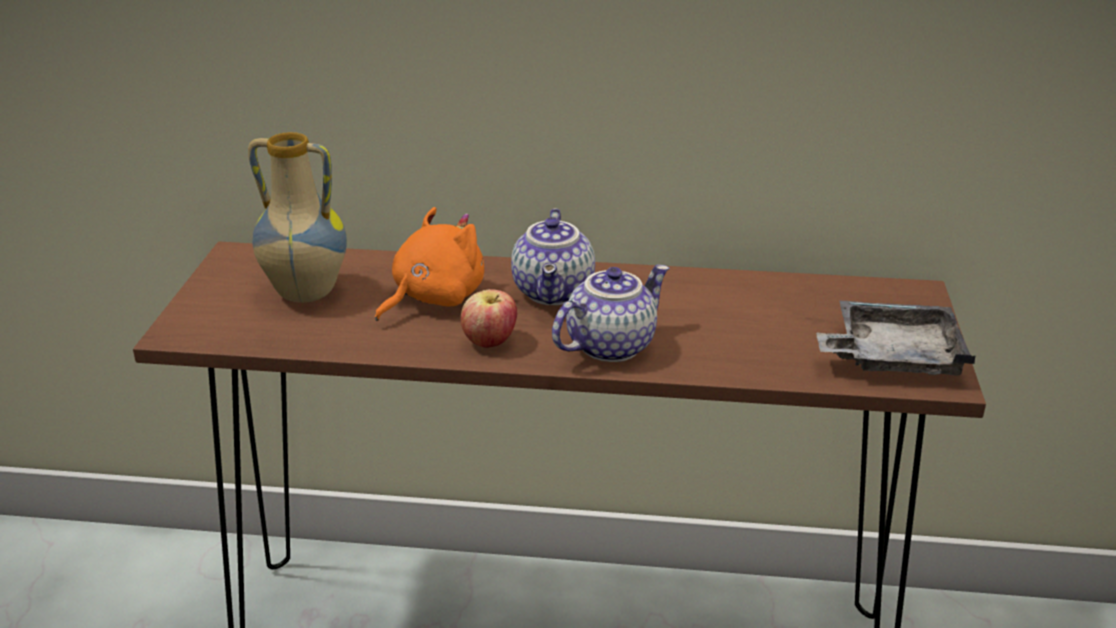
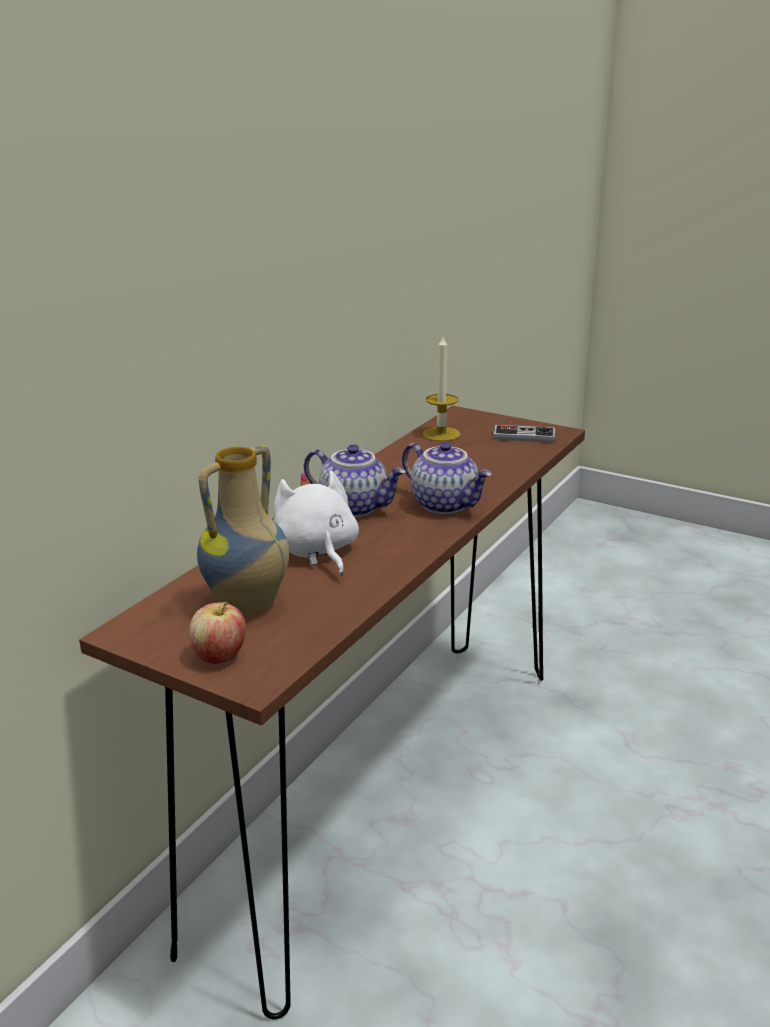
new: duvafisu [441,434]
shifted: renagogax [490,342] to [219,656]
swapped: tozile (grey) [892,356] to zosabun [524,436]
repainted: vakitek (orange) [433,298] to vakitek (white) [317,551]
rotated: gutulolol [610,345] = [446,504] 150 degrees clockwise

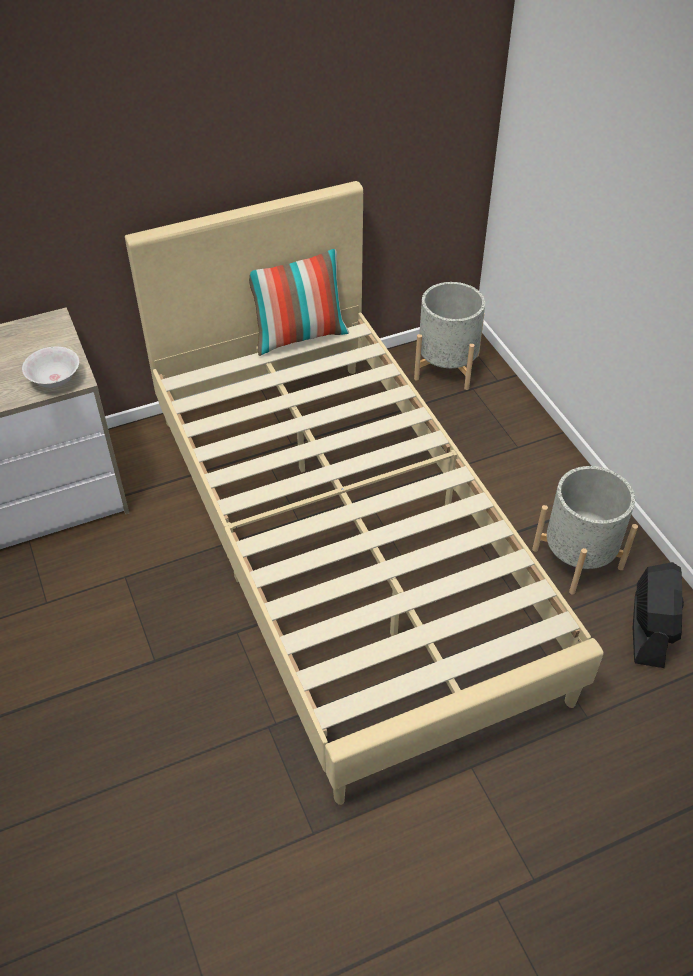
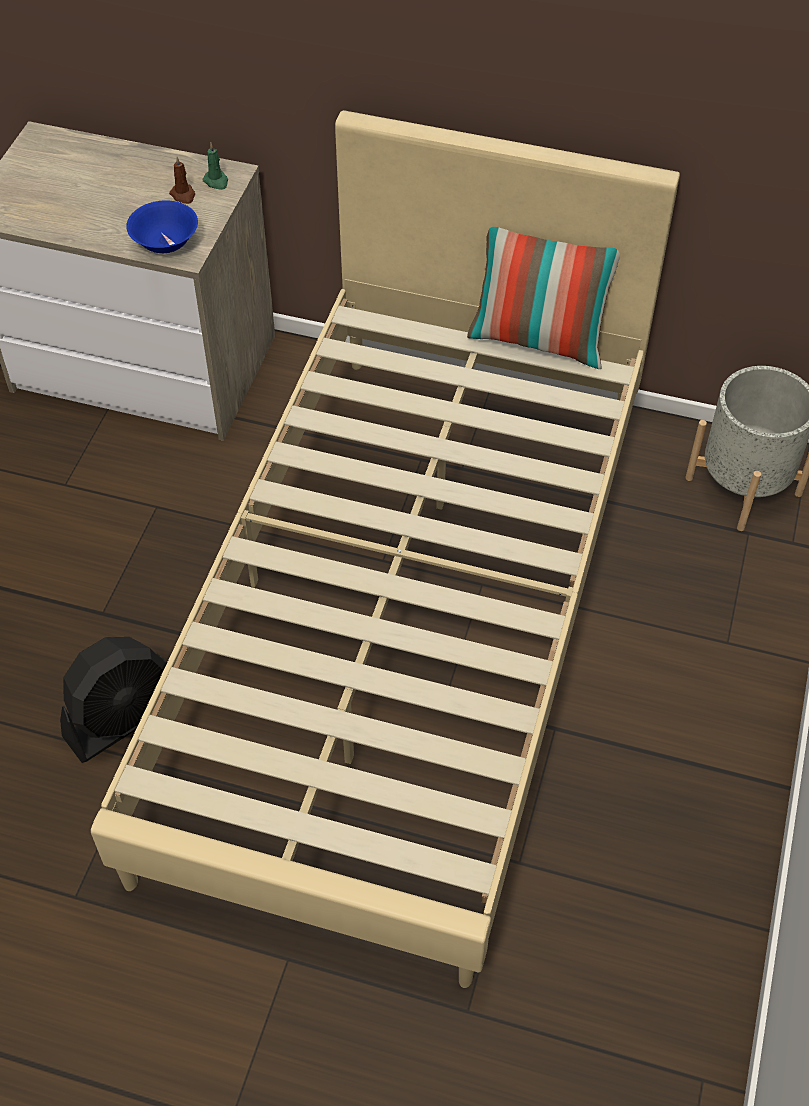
gone: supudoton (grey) [577,558]
new: duvafisu (brown) [183,195]; duvafisu (green) [216,181]
shifted: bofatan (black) [649,630] to [124,718]
repainted: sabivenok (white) [55,380] to sabivenok (blue) [165,244]

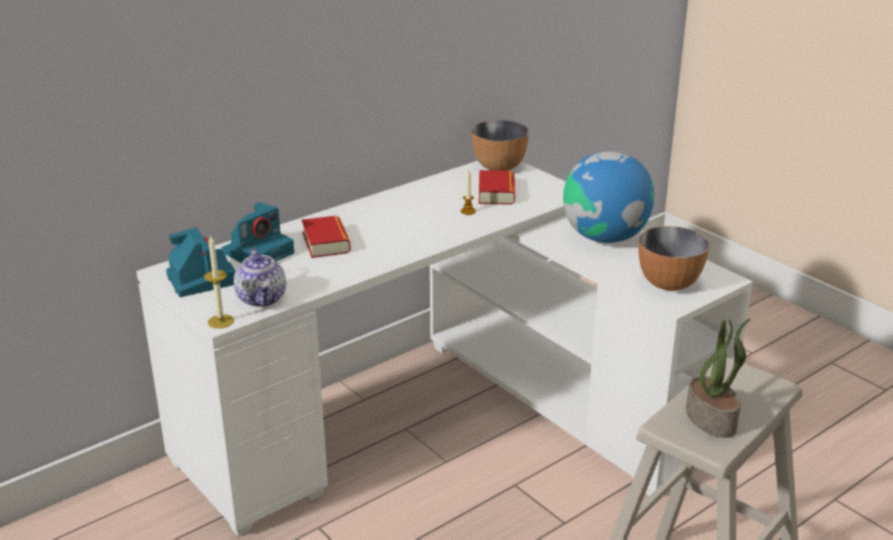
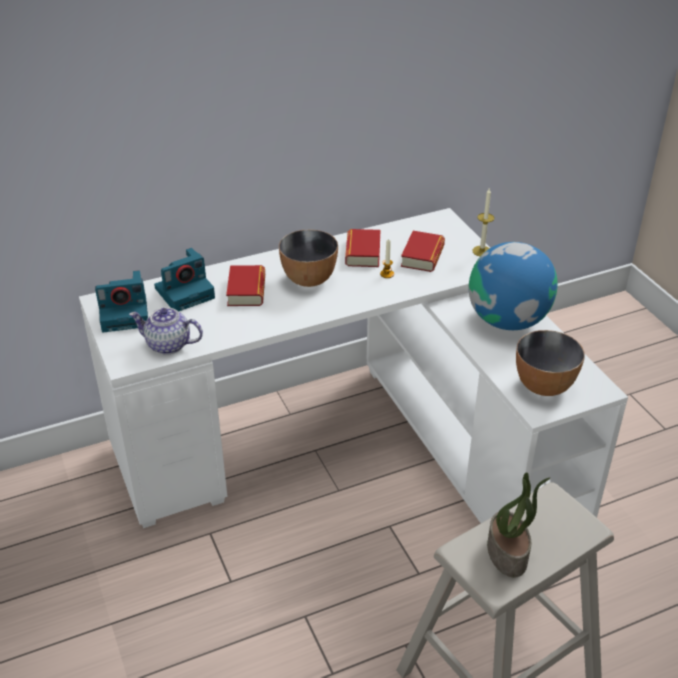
new: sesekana [363,253]
shifted: sabivenok [499,167] to [309,279]; duvafisu [220,321] to [482,251]
rotated: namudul [200,278] = [126,314] 90 degrees clockwise; gutulolol [262,299] = [168,345] 105 degrees clockwise

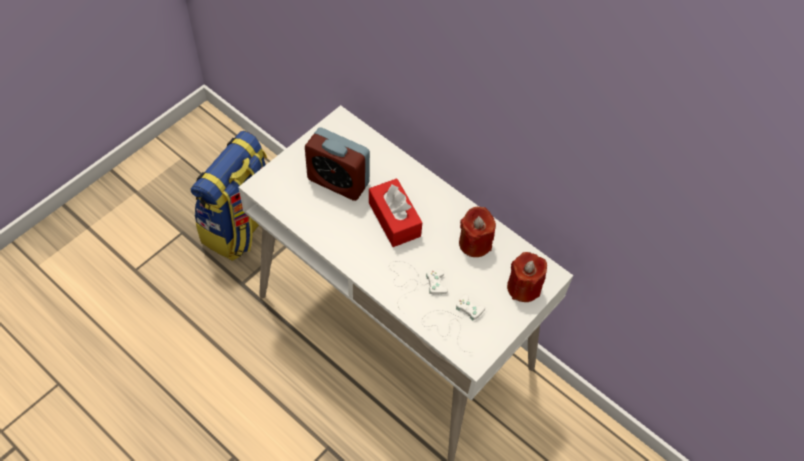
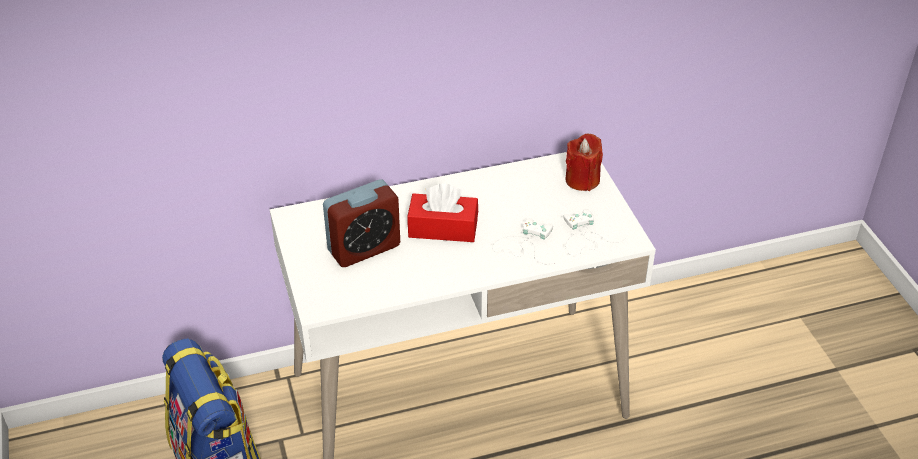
gone: duvafisu (red) [474,243]

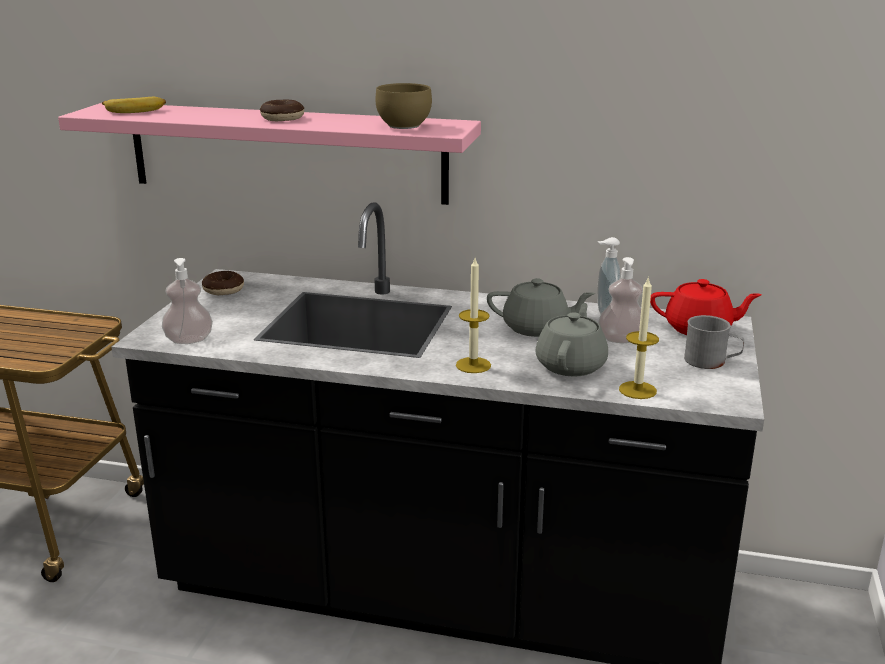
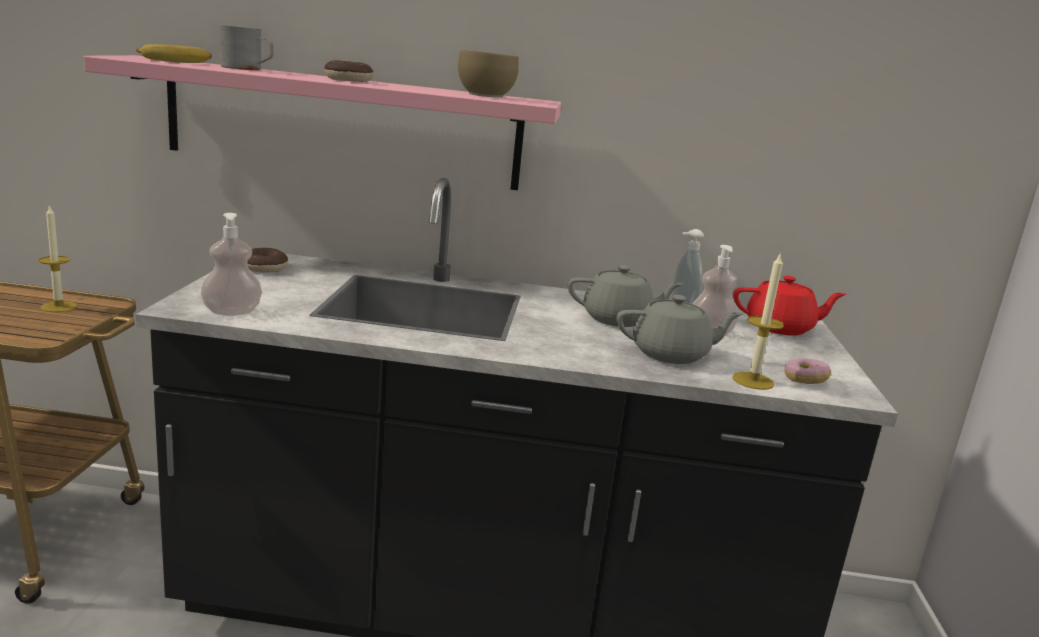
new: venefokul [805,380]
shifted: duvafisu [473,365] to [58,307]; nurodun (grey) [711,361] to [247,69]
rotated: gutulolol (grey) [571,365] = [671,354] 75 degrees clockwise

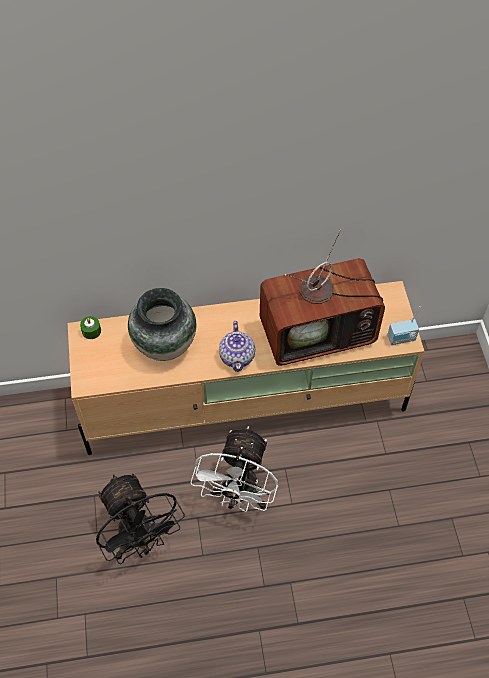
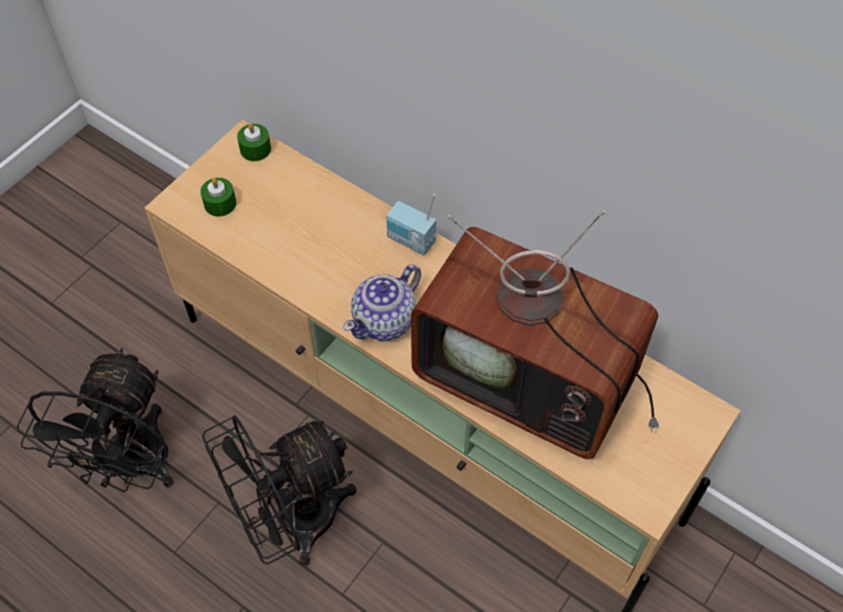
gone: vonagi [165,346]
new: duvafisu (green) [220,203]
shifted: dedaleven [401,339] to [410,241]
repainted: bofatan (white) [239,496] to bofatan (black) [292,522]

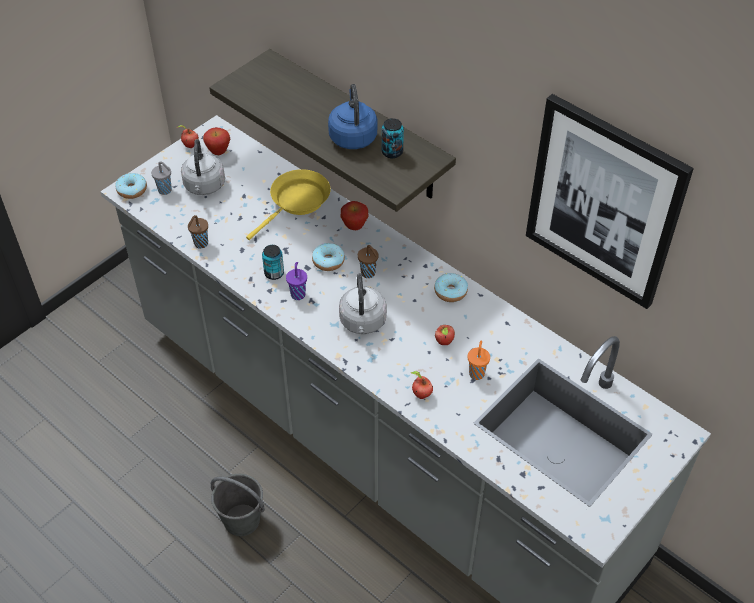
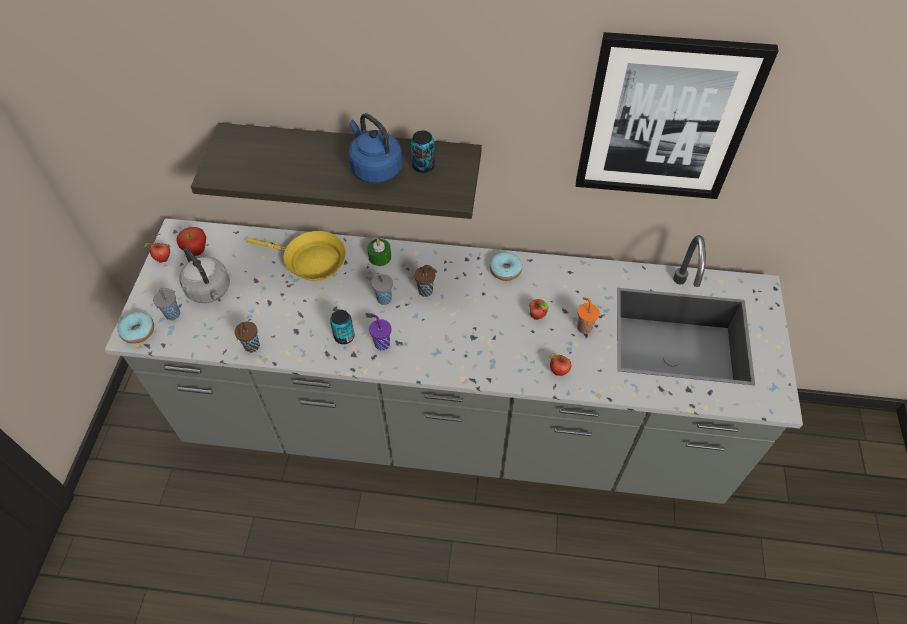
gone: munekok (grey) [242,520]; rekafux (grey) [363,323]
swapped: renagogax [354,227] to duvafisu (green) [380,257]; venefokul [328,261] to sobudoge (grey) [383,299]
rotated: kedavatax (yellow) [297,203] = [310,261] 105 degrees clockwise

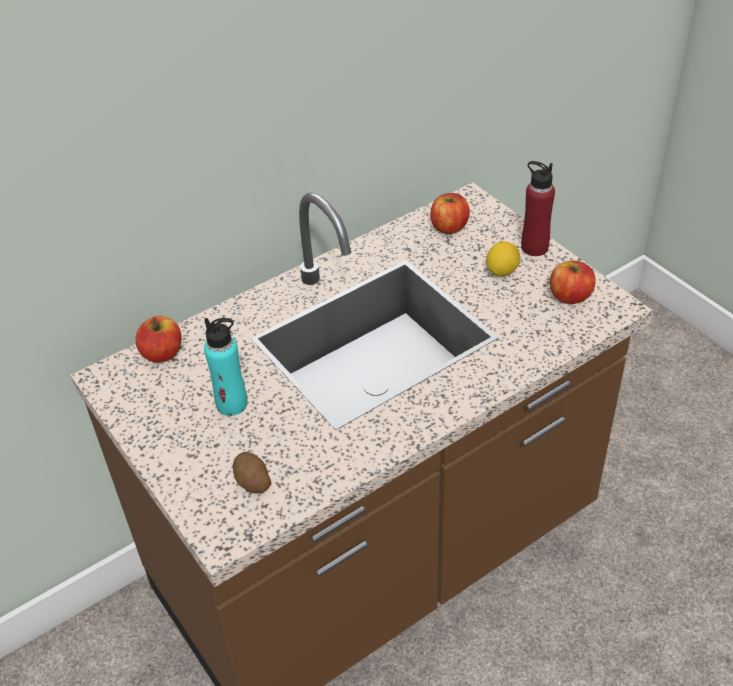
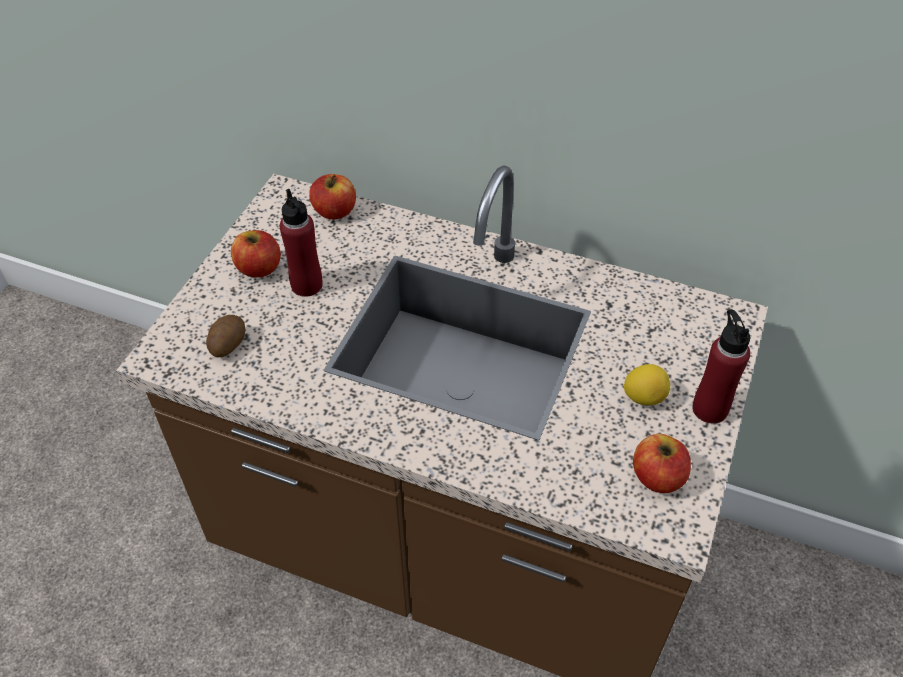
shifted: renagogax [449,227] to [259,268]
repainted: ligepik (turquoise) [232,404] to ligepik (red) [306,285]

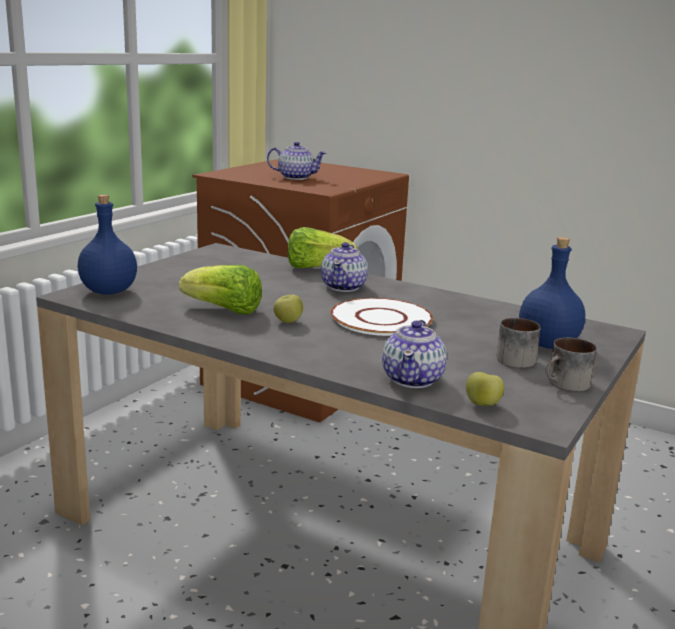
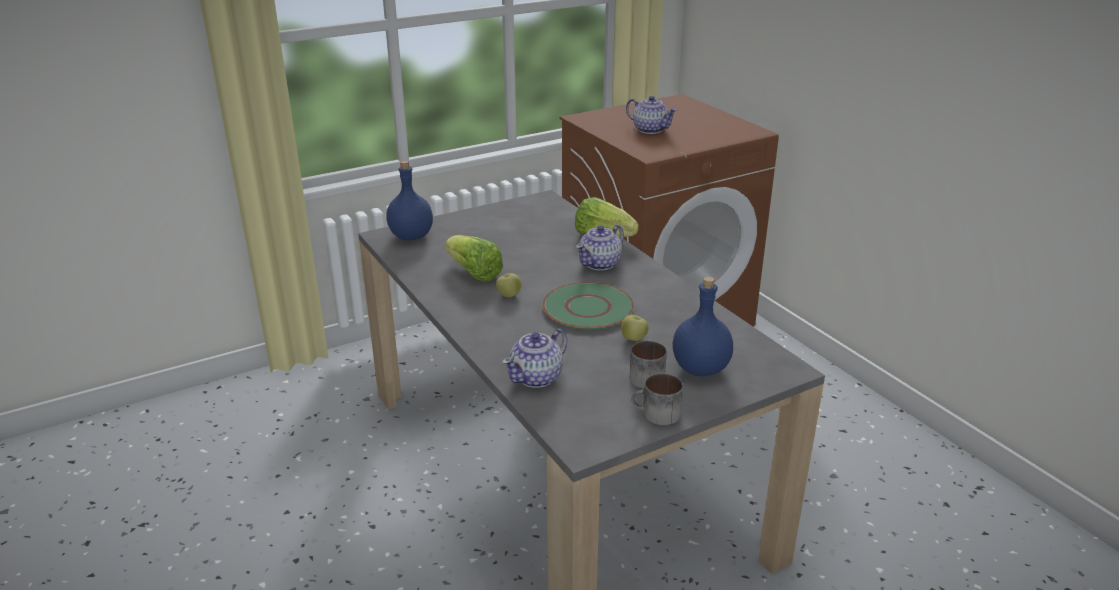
shifted: renagogax [482,405] to [633,339]
repainted: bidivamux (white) [382,319] to bidivamux (green) [588,308]

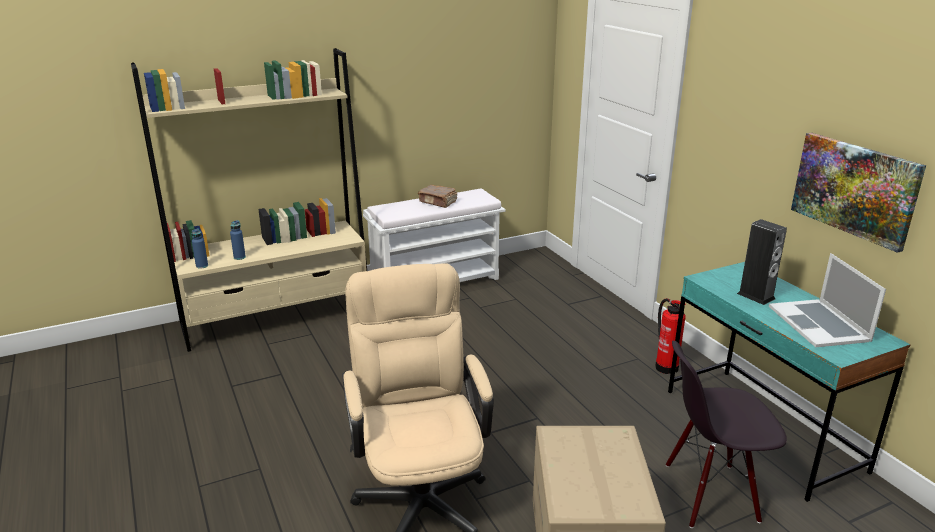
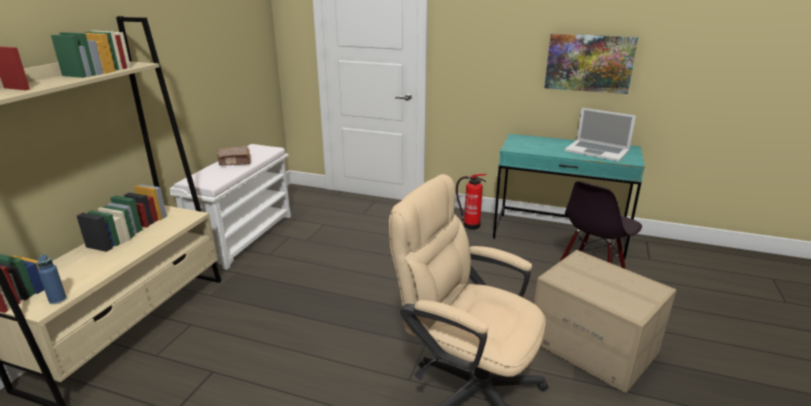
gone: ligepik (blue) [239,257]; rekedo [756,296]

